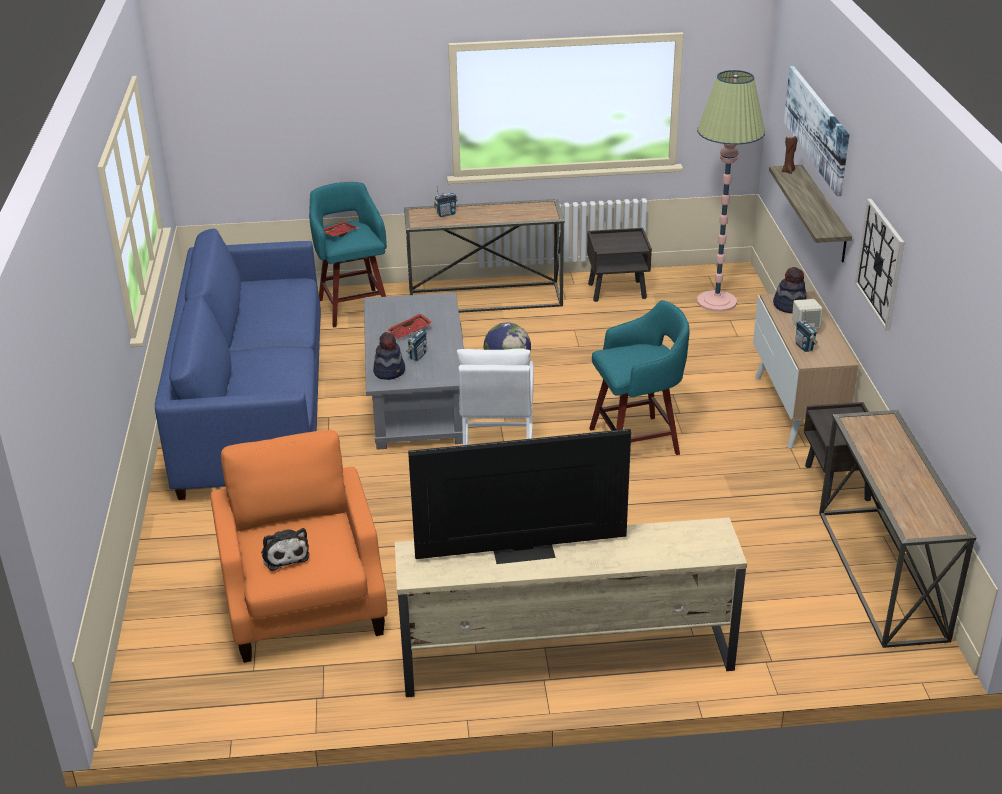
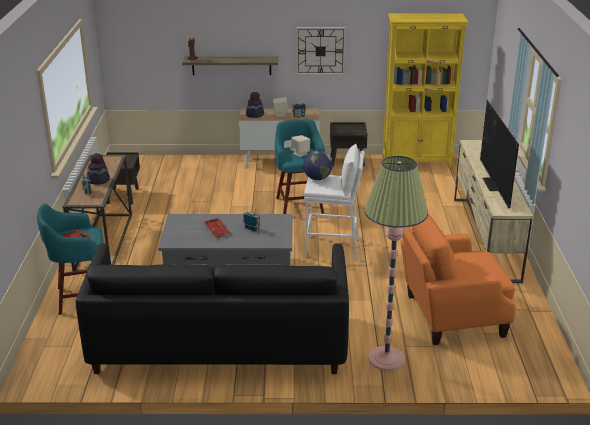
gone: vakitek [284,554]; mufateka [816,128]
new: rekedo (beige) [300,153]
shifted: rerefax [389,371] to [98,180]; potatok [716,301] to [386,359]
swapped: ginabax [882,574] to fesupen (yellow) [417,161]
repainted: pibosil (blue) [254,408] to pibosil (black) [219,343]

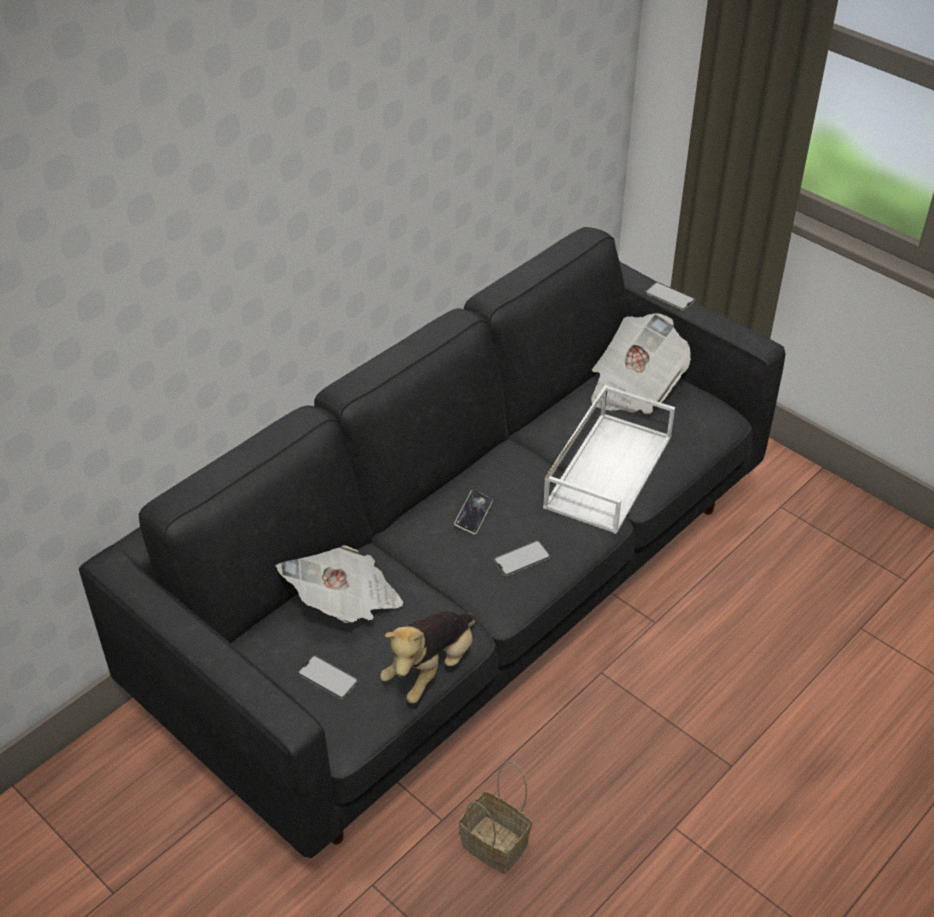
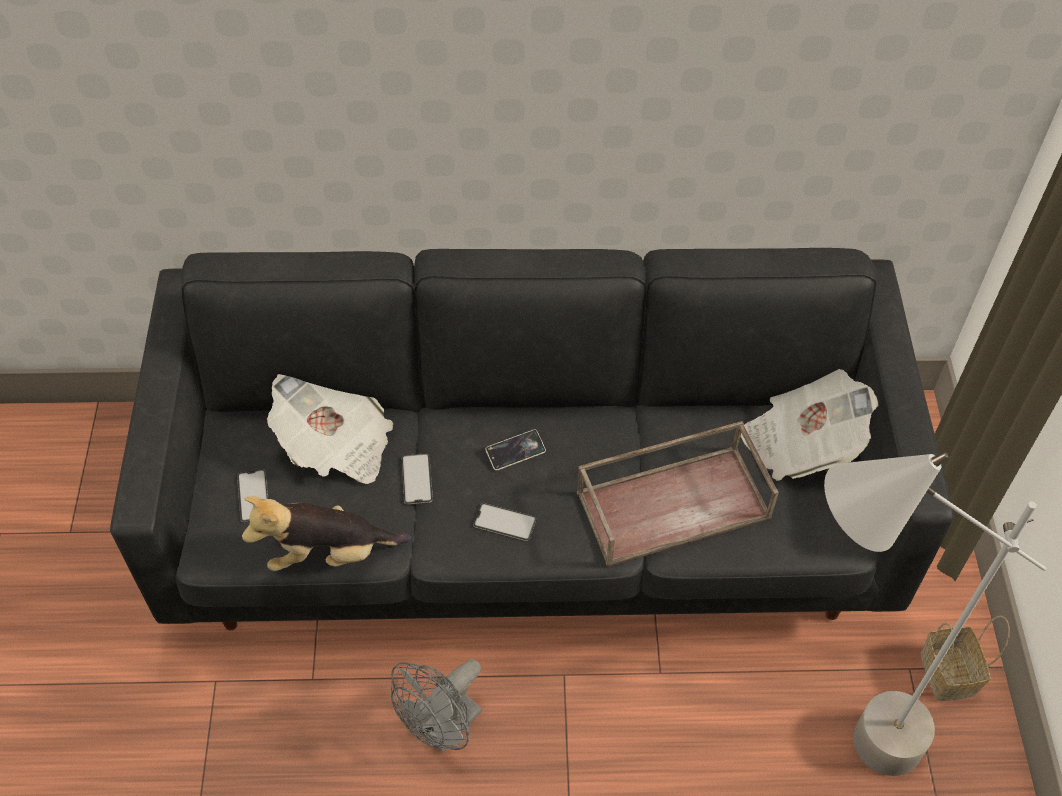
new: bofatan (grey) [443,729]; potatok (grey) [830,746]
shifted: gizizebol [669,296] to [417,479]; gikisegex [497,844] to [949,675]
repainted: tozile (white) [607,470] to tozile (brown) [674,503]

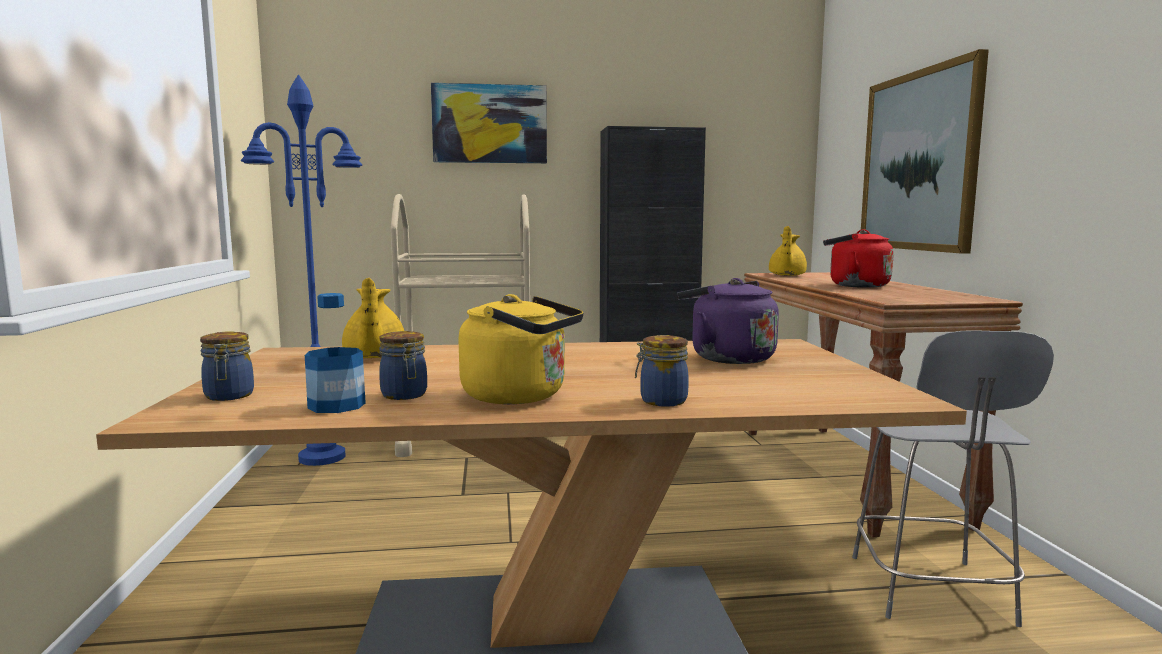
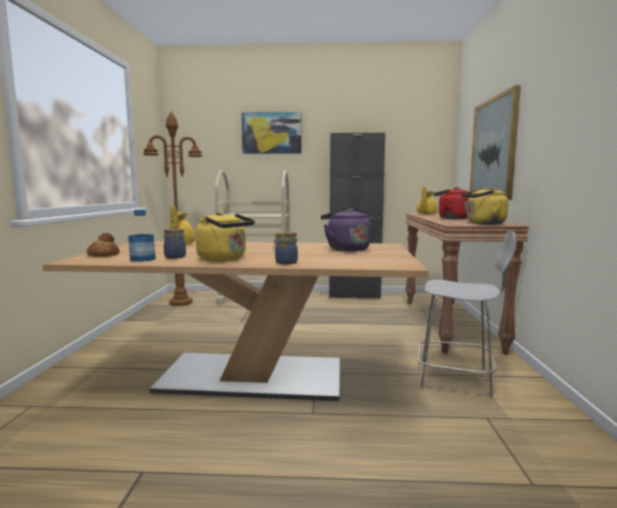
new: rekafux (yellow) [483,223]
swapped: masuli [229,396] to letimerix [103,255]
repainted: potatok (blue) [323,457] to potatok (brown) [181,302]
rotated: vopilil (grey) [931,592] = [457,379] 90 degrees counterclockwise

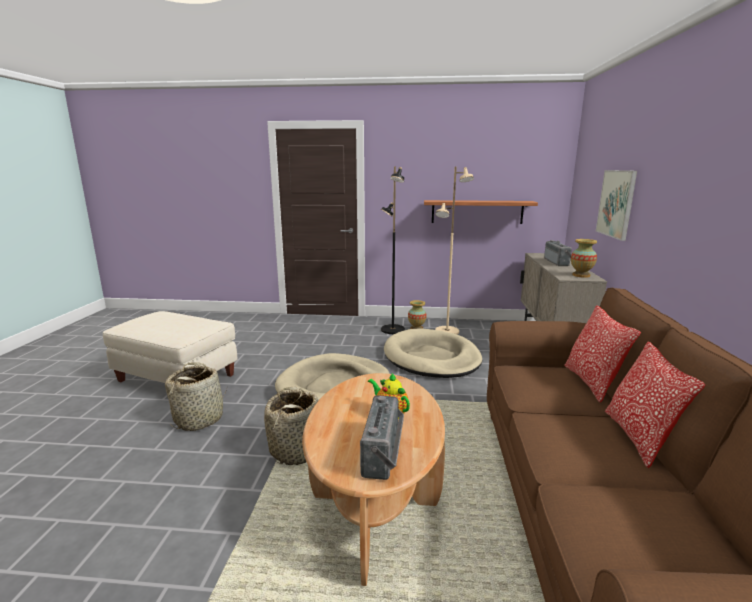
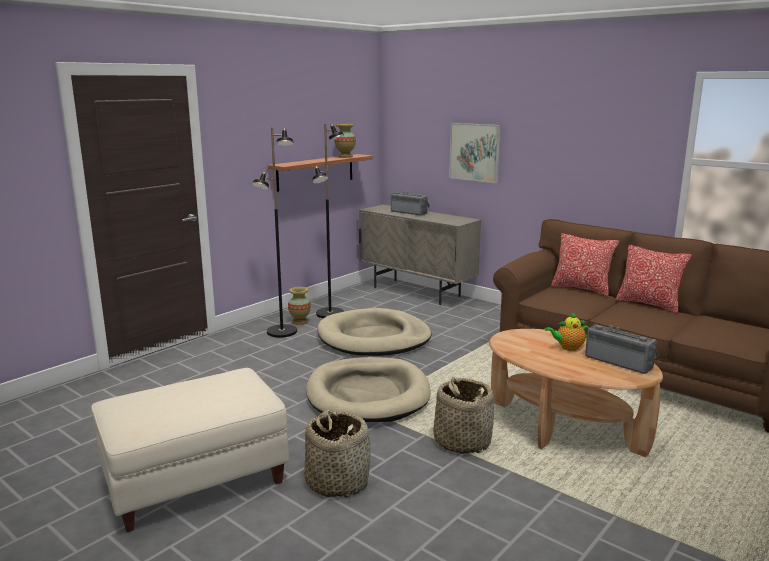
shifted: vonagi [581,275] to [345,157]
repainted: potatok (beige) [447,331] to potatok (black) [330,314]

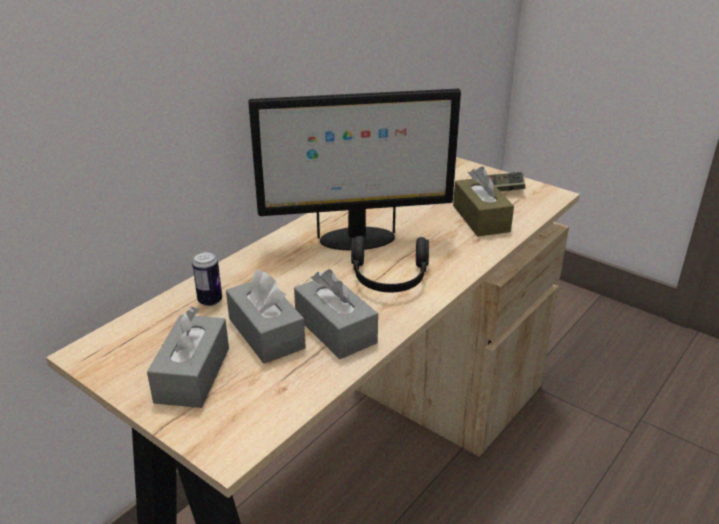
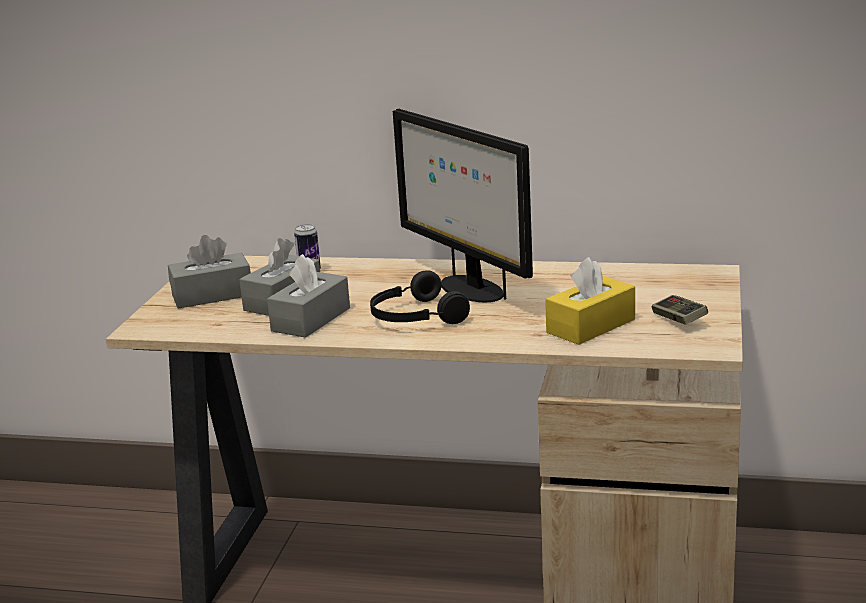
repainted: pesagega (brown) [480,218] to pesagega (yellow) [591,326]

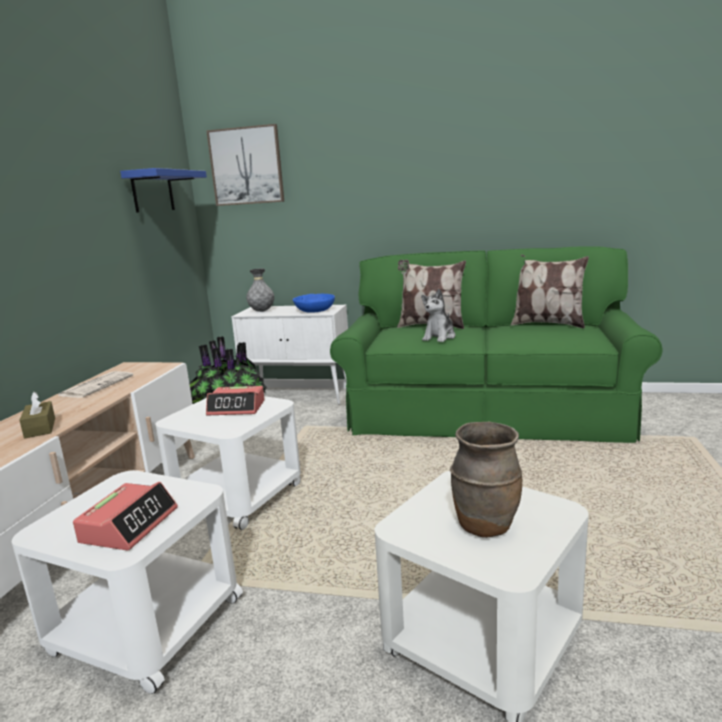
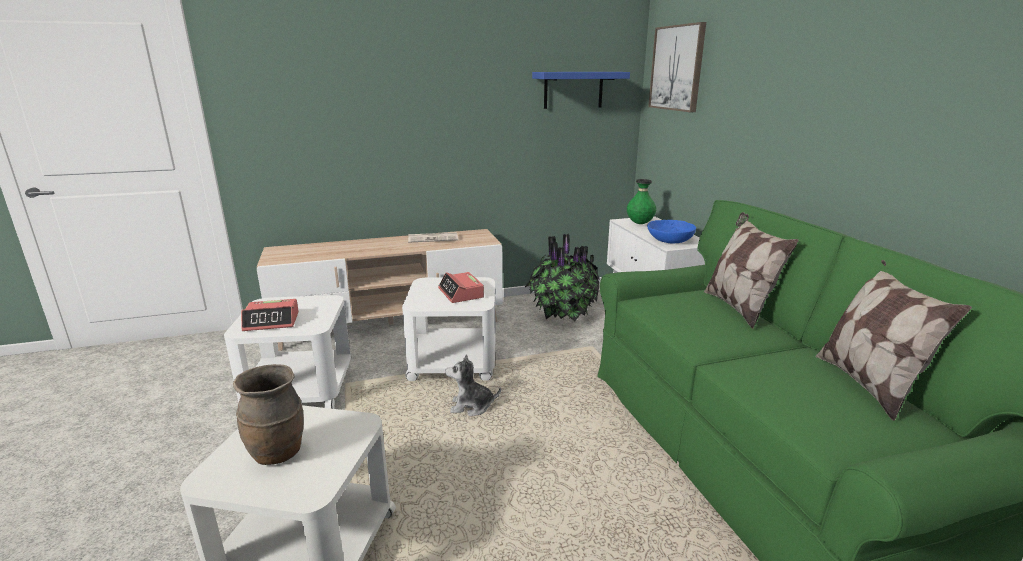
gone: pesagega (brown) [40,428]
shifted: vakitek [439,337] to [471,406]
repainted: vonagi (grey) [262,311] to vonagi (green) [640,223]

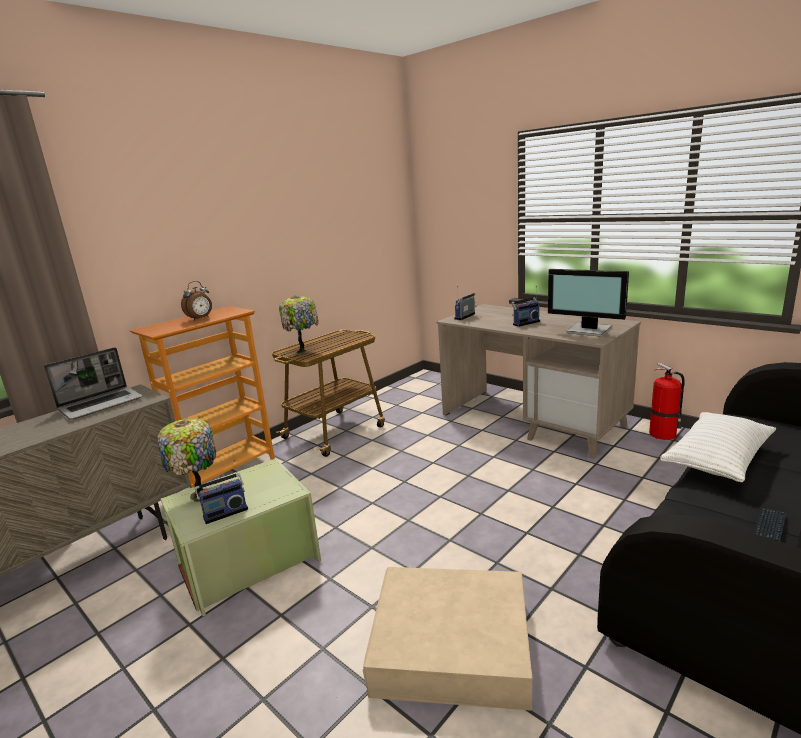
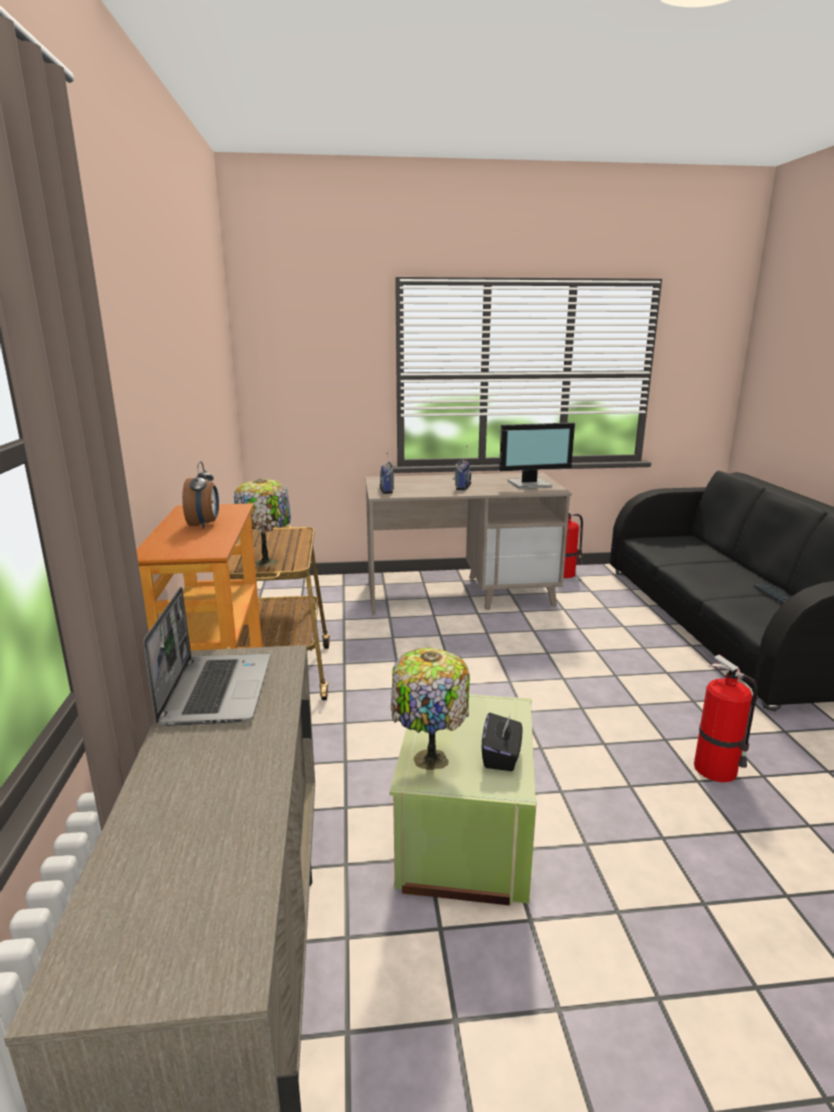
gone: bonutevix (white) [717,460]
swapped: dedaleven [225,512] to pesagega (black) [501,756]; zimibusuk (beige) [451,644] to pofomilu [717,770]

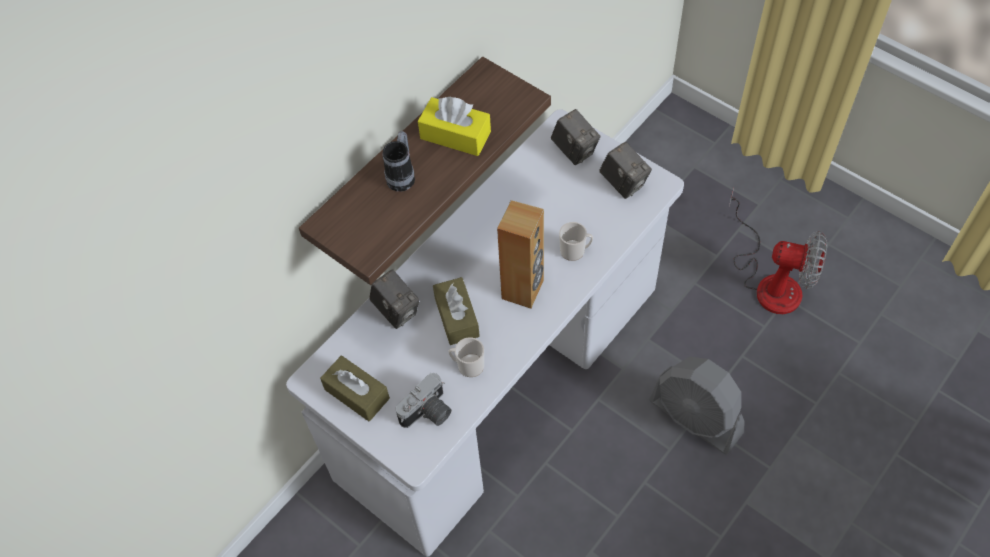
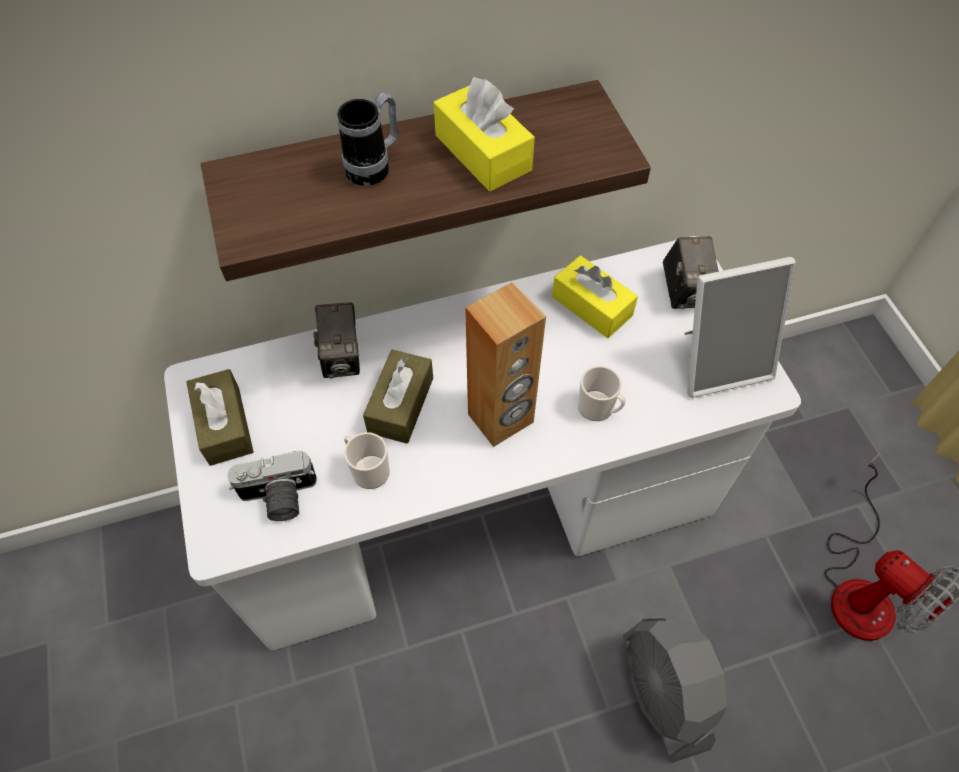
new: pesagega (yellow) [591,306]
swapped: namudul [623,183] to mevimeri [719,361]

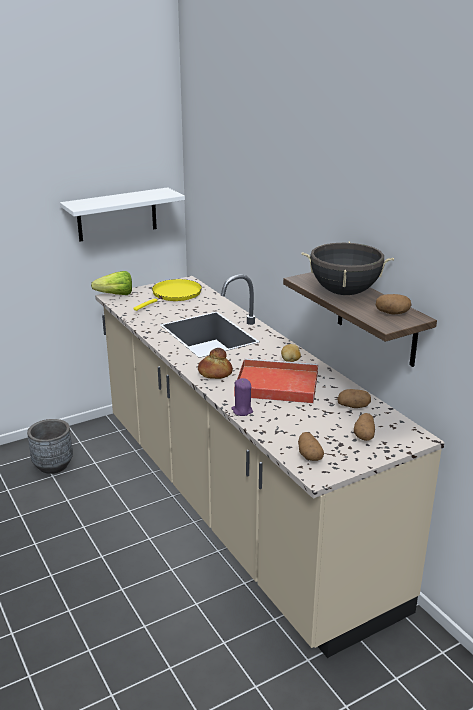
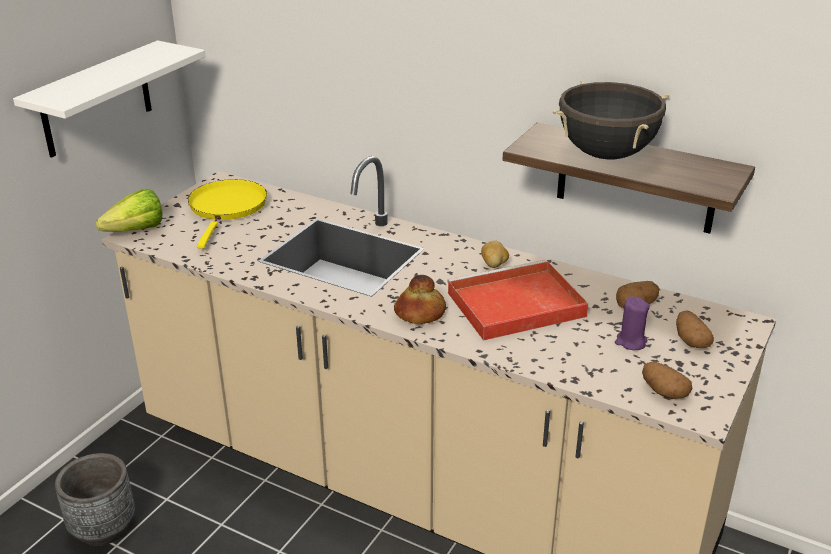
gone: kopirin [392,313]
shifted: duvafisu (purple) [242,411] to [630,342]

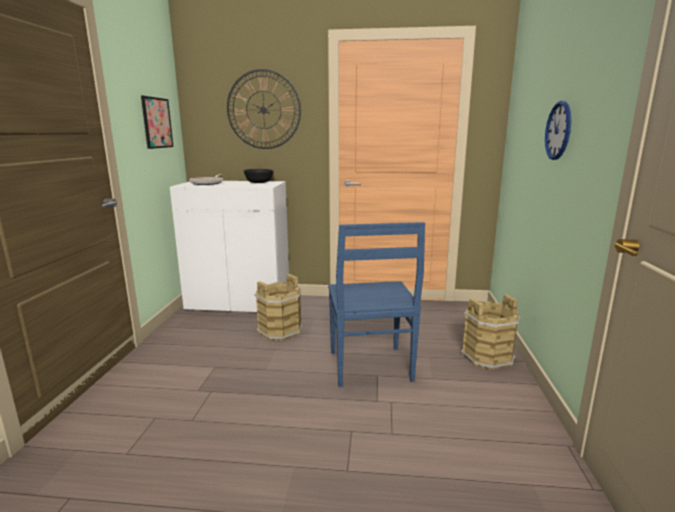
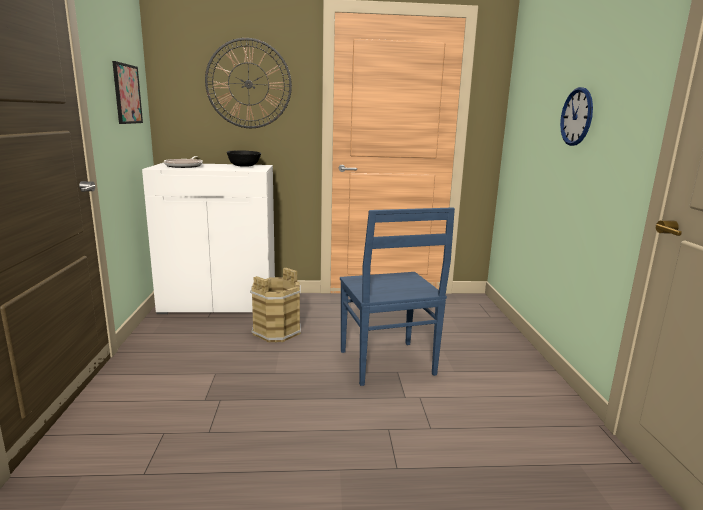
gone: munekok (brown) [487,357]

